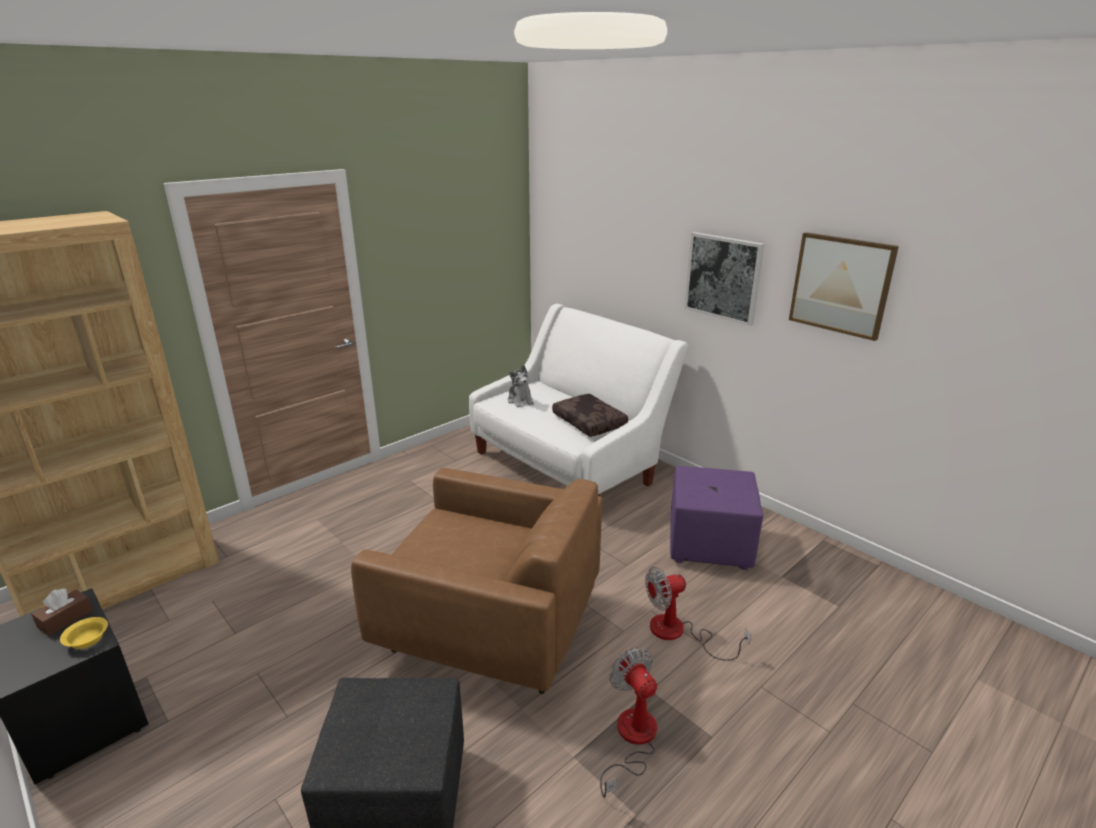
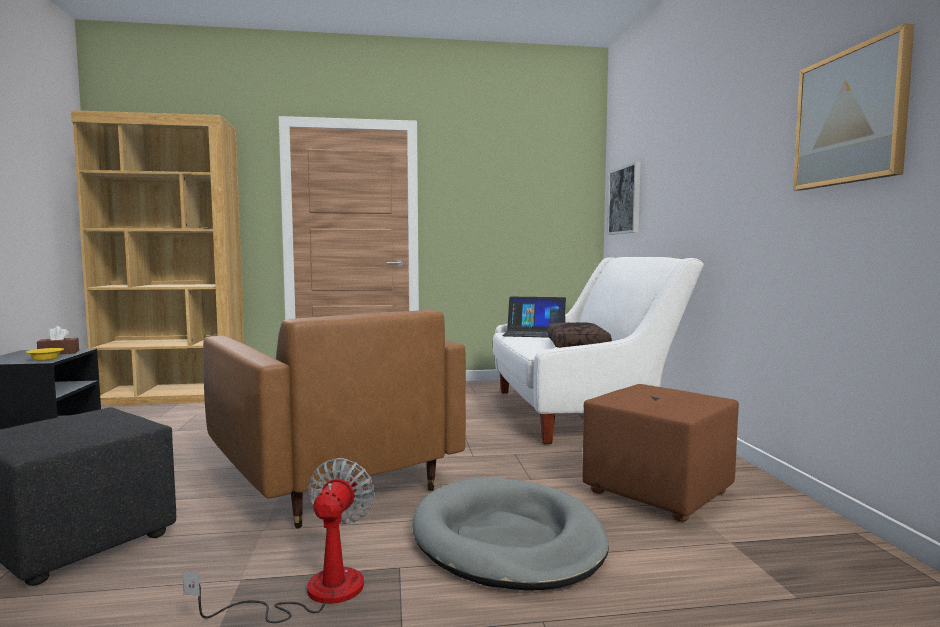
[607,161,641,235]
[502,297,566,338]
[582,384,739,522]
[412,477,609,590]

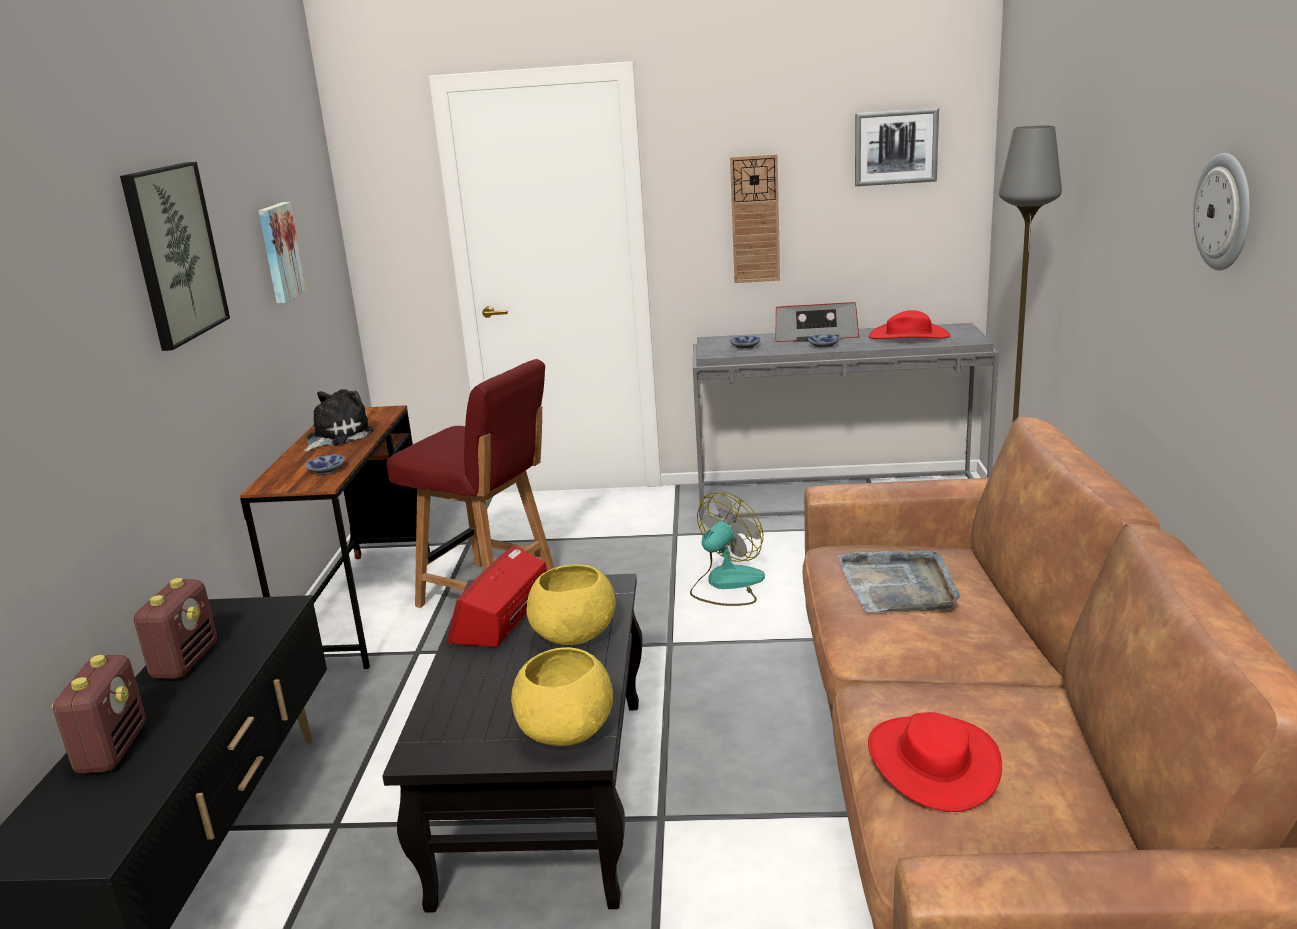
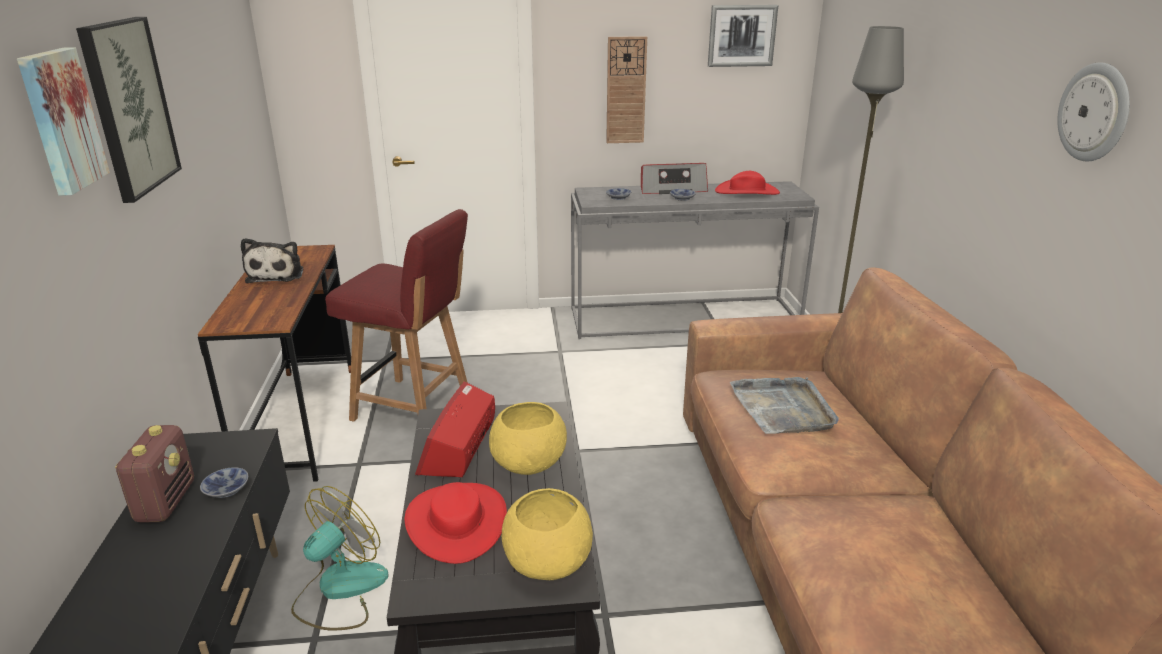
[17,48,110,196]
[241,238,303,283]
[200,467,248,498]
[291,486,389,630]
[51,654,146,774] (first image)
[404,482,507,564]

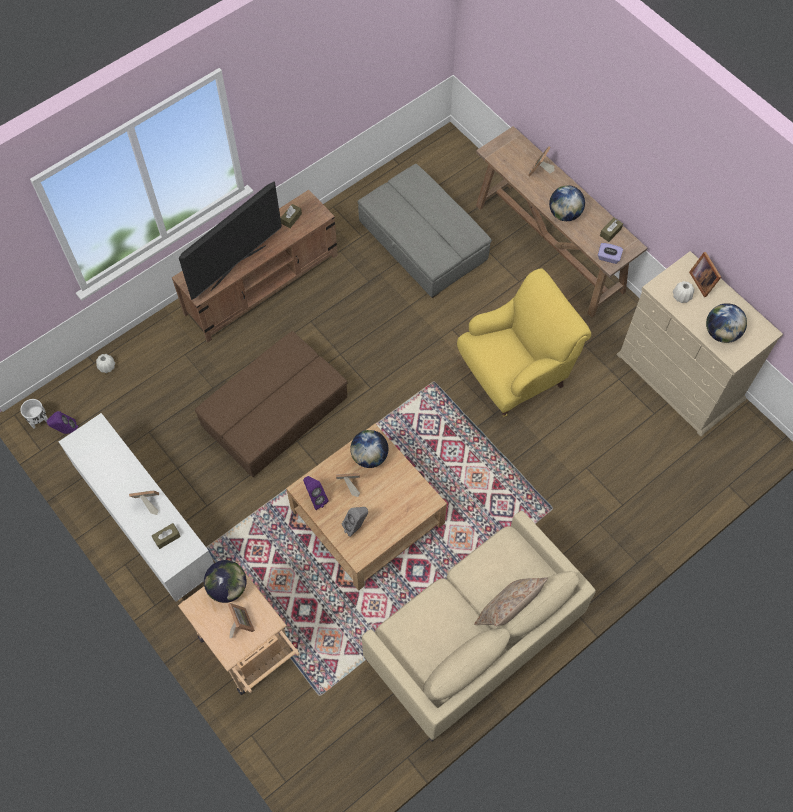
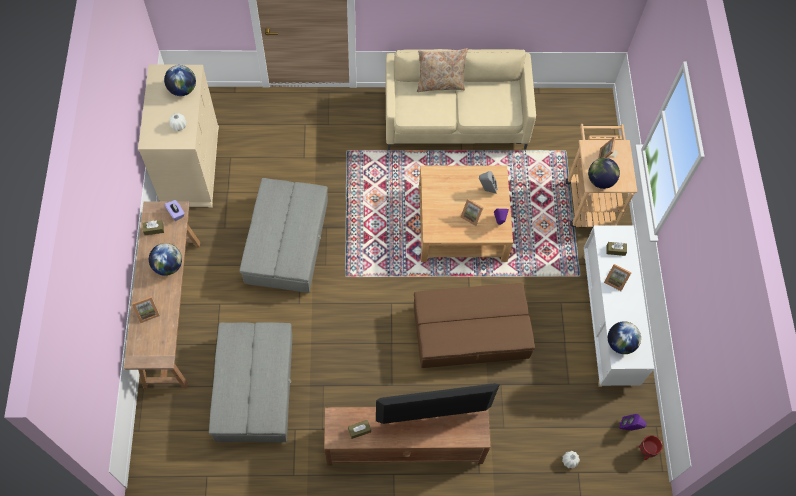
[689,252,721,297] (first image)
[240,178,328,293]
[639,435,663,460]
[608,321,641,354]

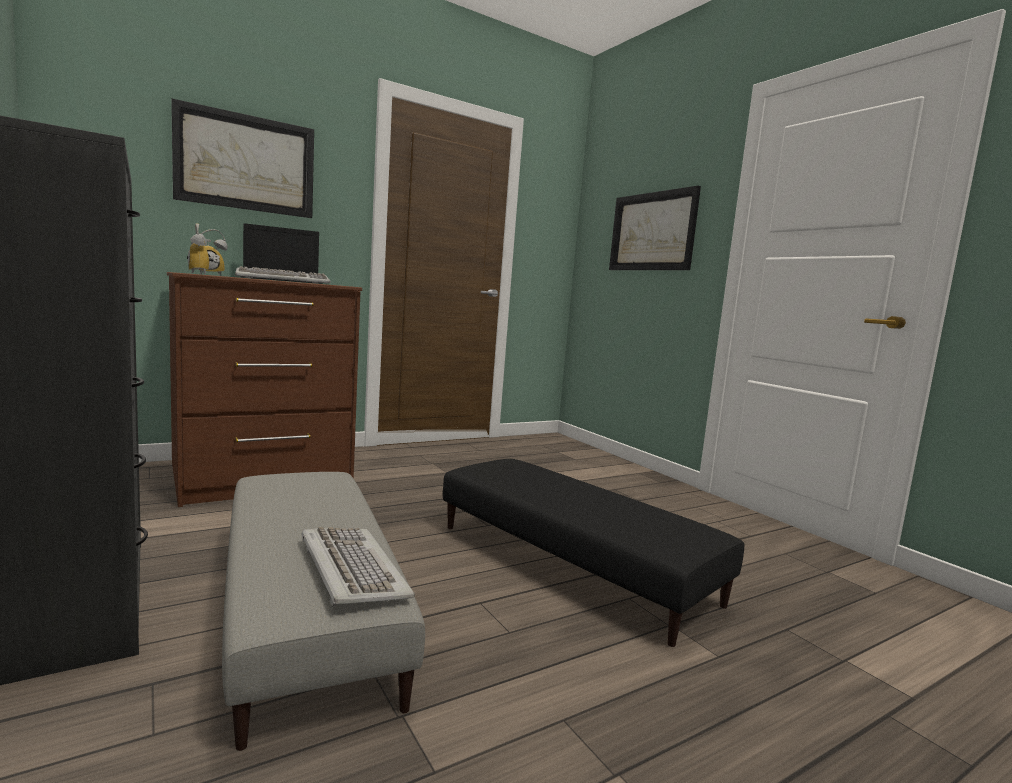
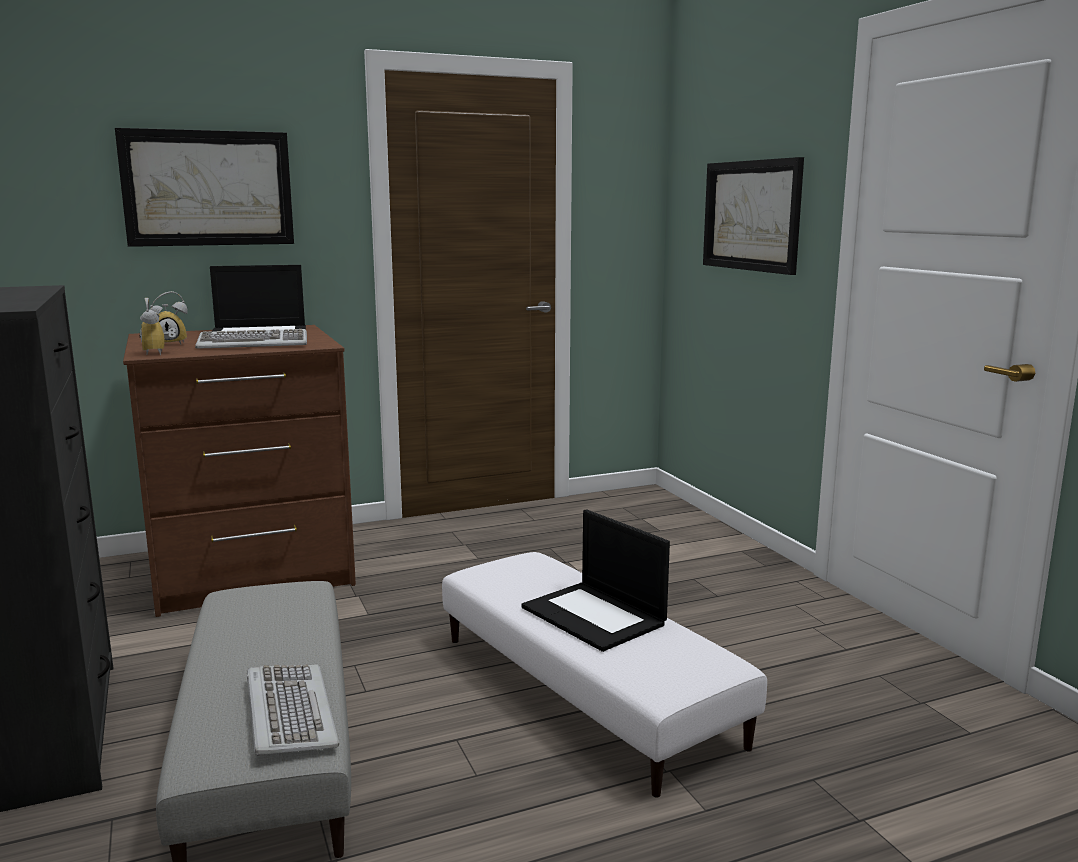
[442,552,767,798]
[522,509,670,652]

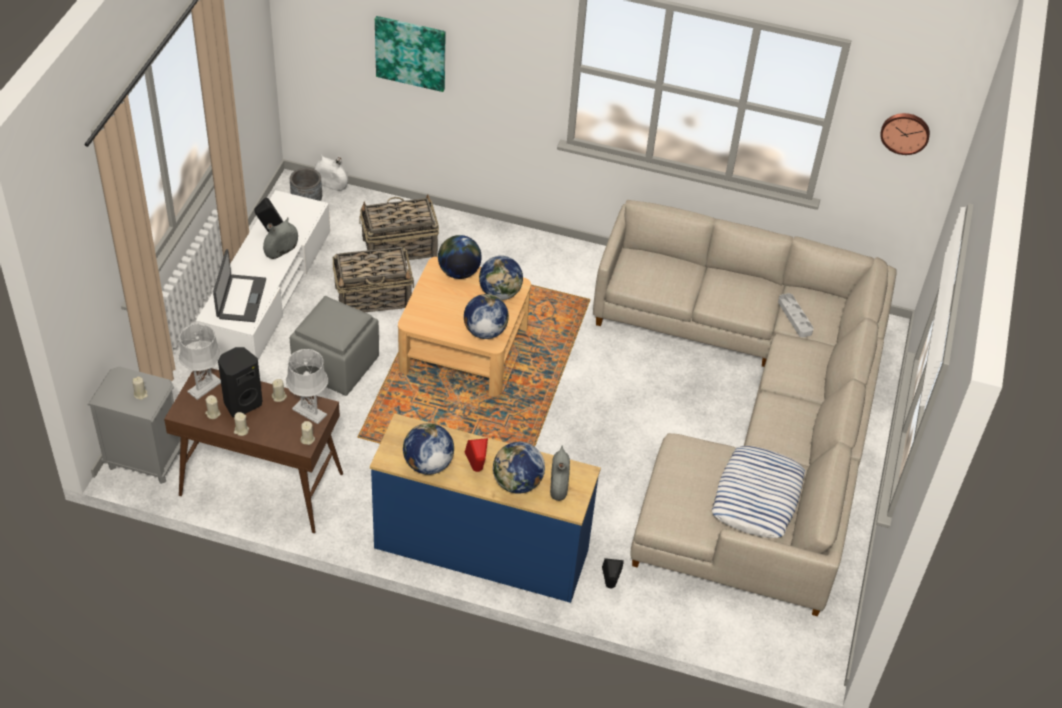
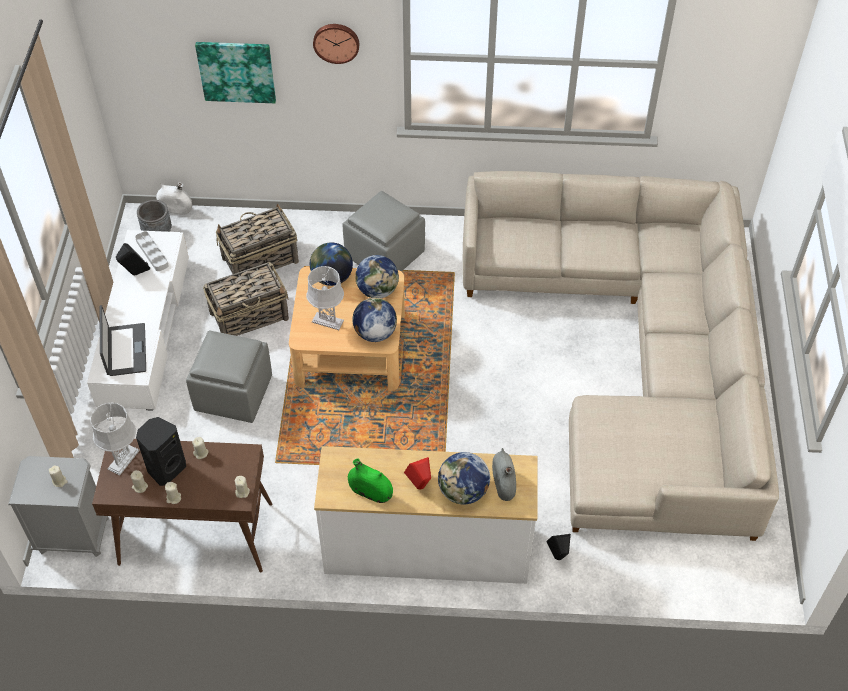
[313,24,359,64]
[263,217,298,259] (first image)
[135,231,169,271]
[306,266,344,330]
[314,446,537,584]
[348,459,393,503]
[712,446,805,538] (first image)
[342,191,425,272]

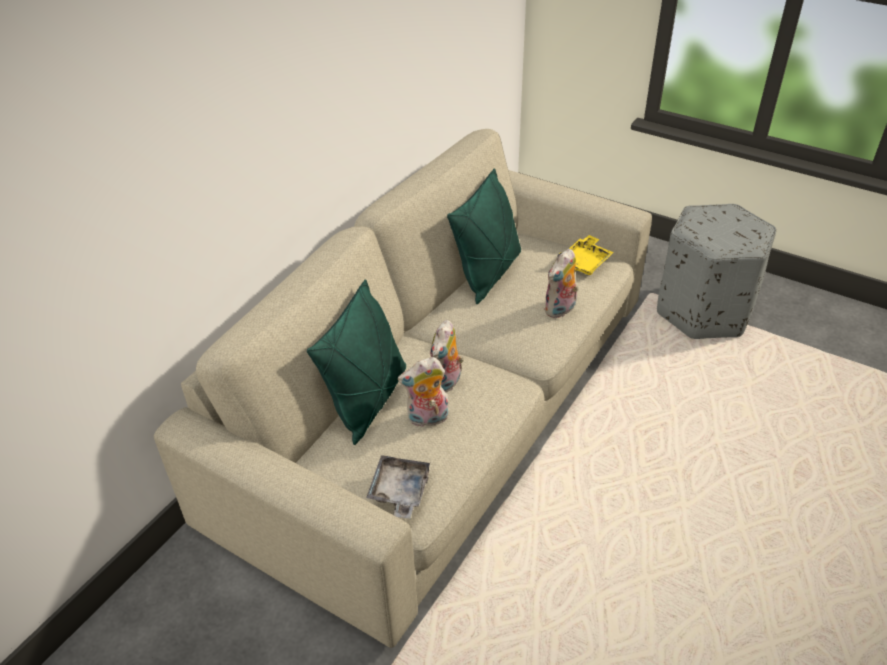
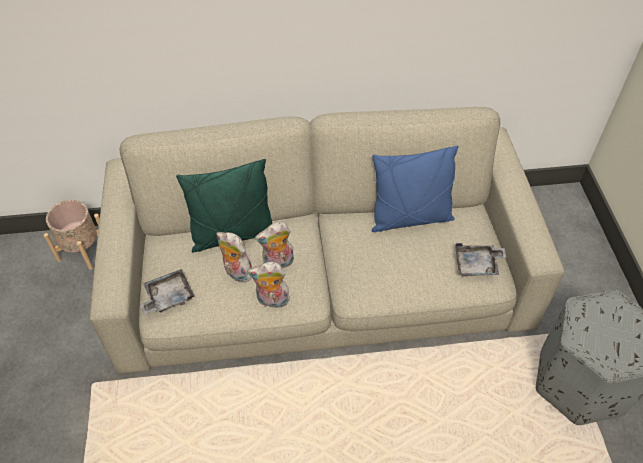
[372,146,459,232]
[455,243,506,276]
[247,262,290,308]
[44,200,100,270]

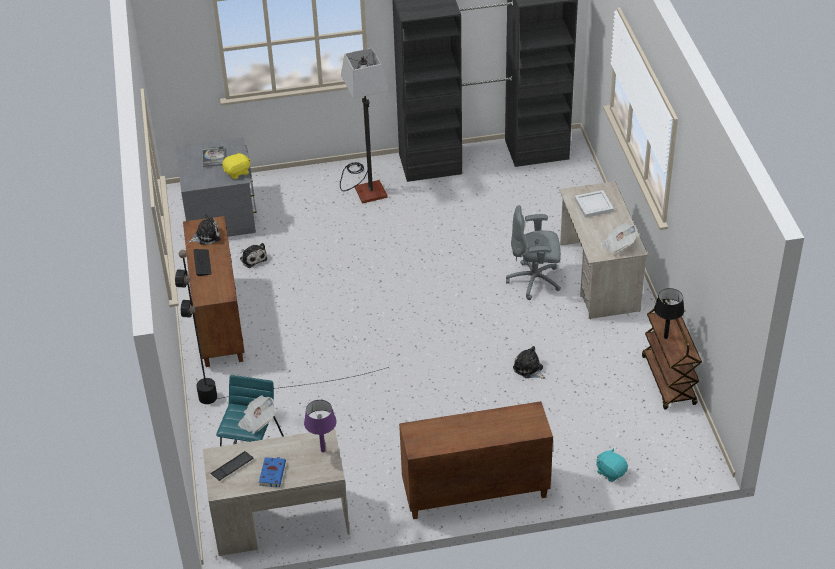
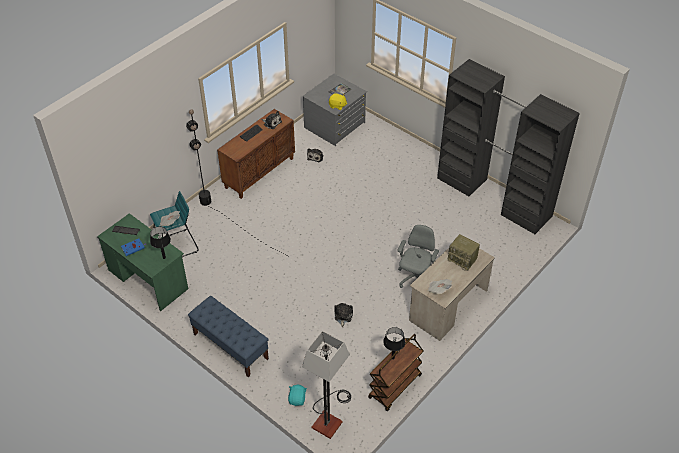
[302,331,351,439]
[448,234,480,271]
[398,225,439,288]
[150,226,171,259]
[188,296,269,378]
[97,213,188,311]

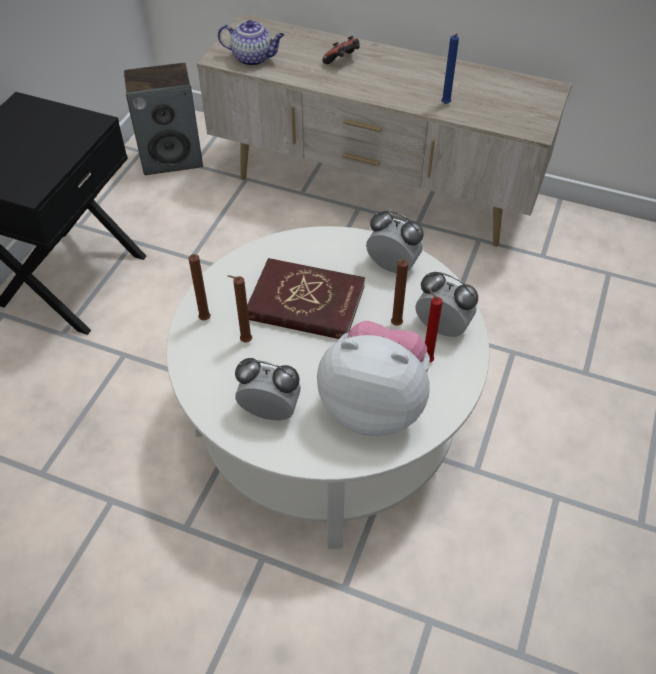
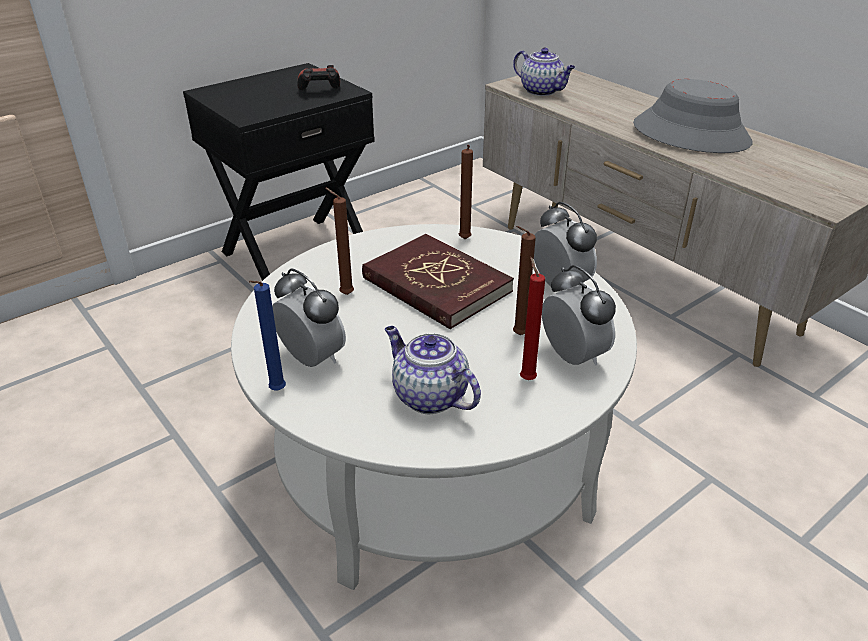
[249,280,286,391]
[297,65,340,90]
[124,63,203,175] (first image)
[459,145,473,239]
[385,326,481,414]
[633,79,752,153]

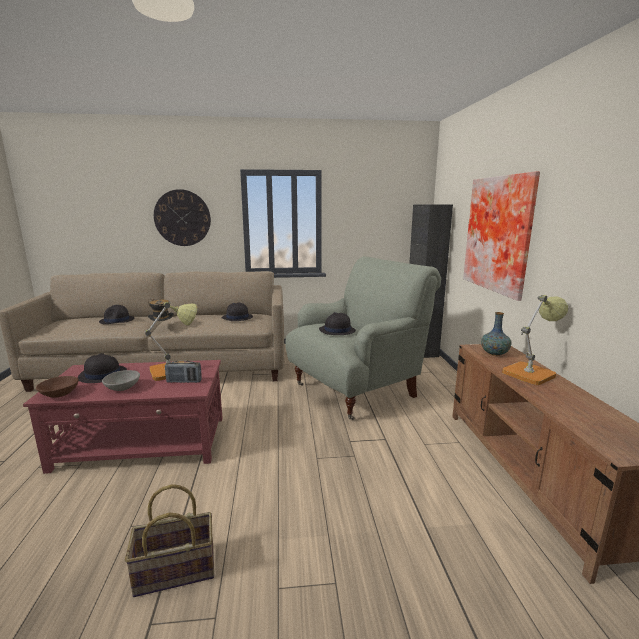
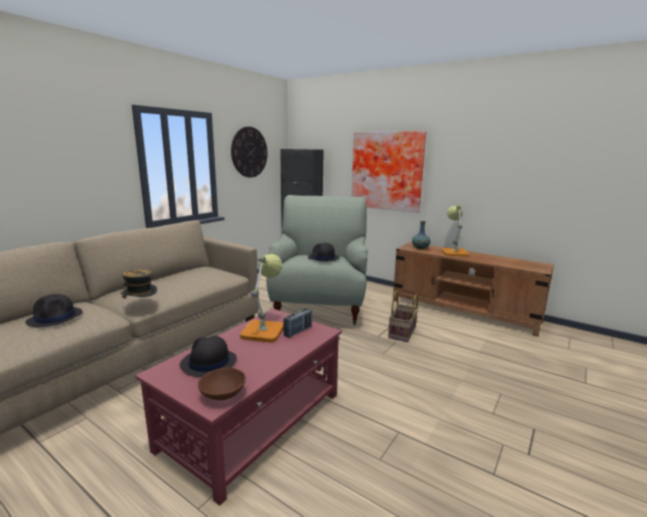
[231,127,268,178]
[222,303,253,321] (first image)
[102,370,140,391] (first image)
[388,290,418,342]

